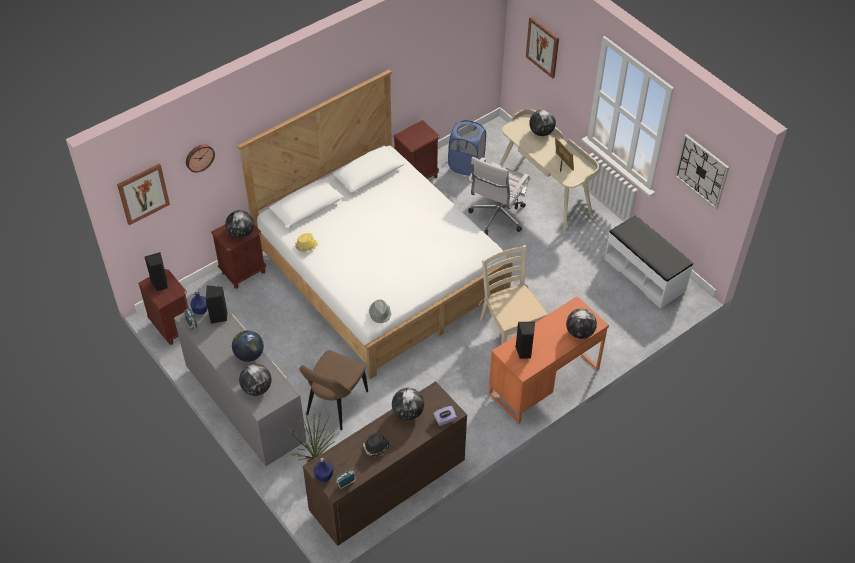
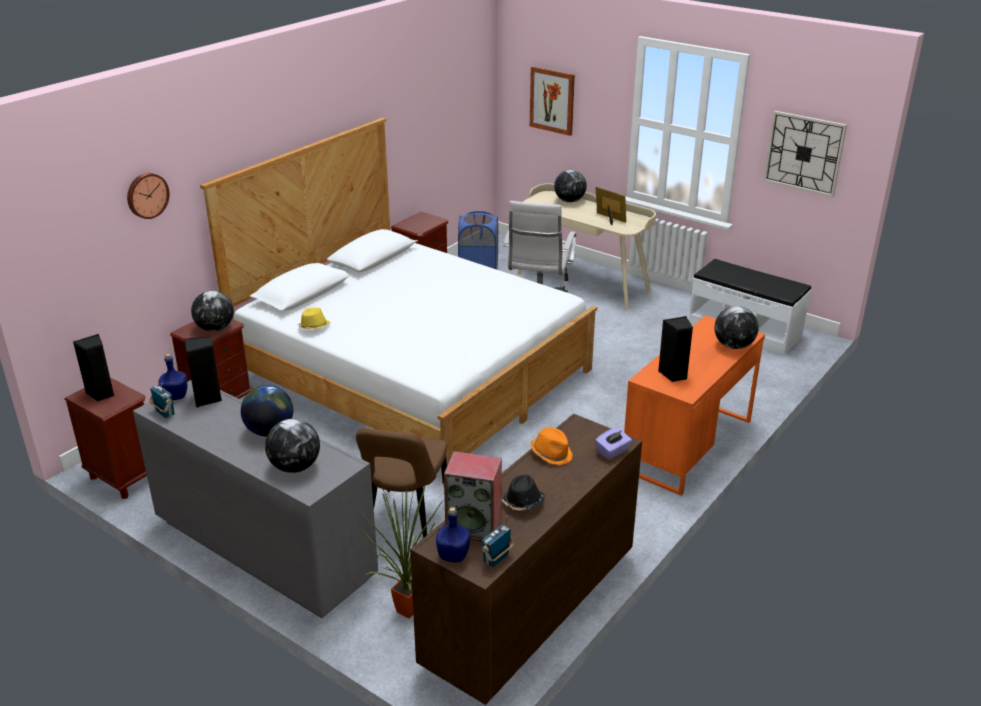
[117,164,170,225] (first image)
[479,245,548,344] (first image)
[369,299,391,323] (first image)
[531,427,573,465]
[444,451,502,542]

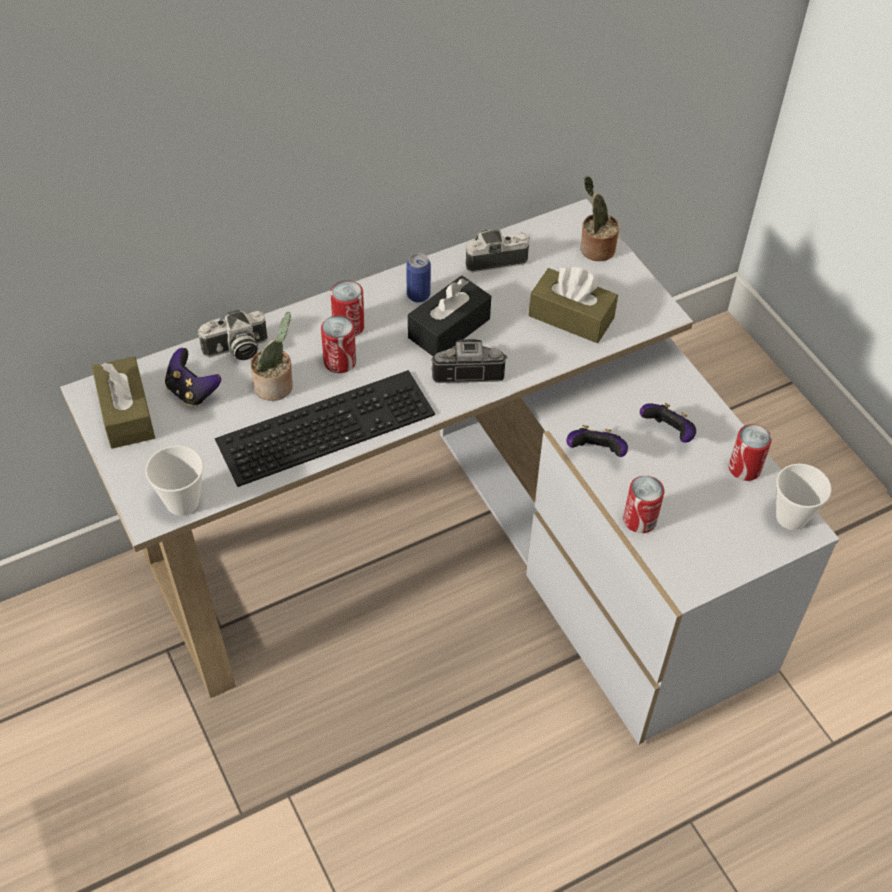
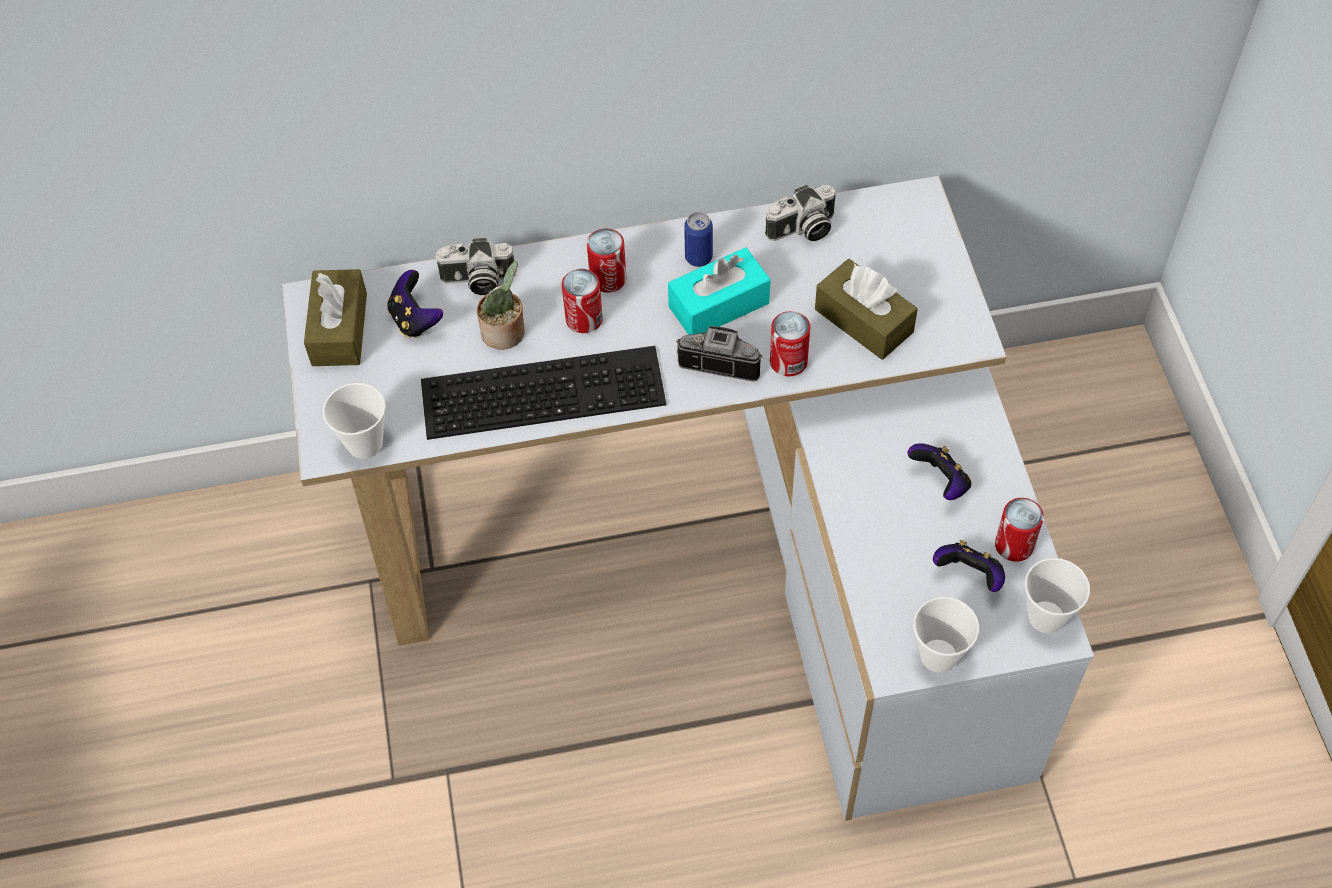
[580,176,619,261] (first image)
[765,185,835,241]
[668,247,771,335]
[933,540,1005,592]
[770,311,810,376]
[913,597,979,672]

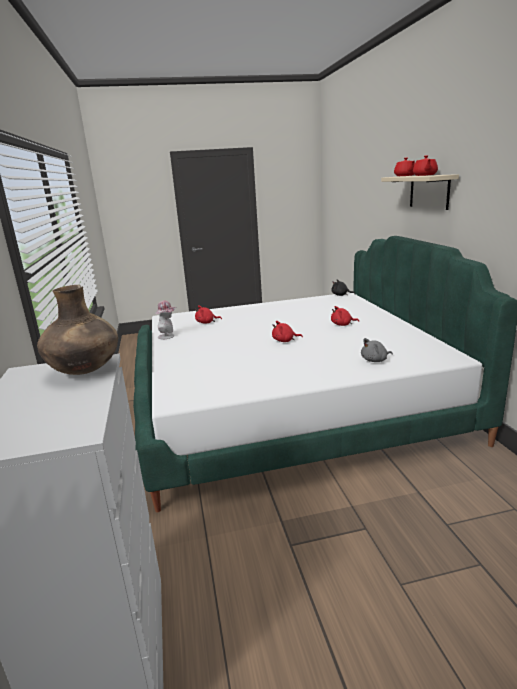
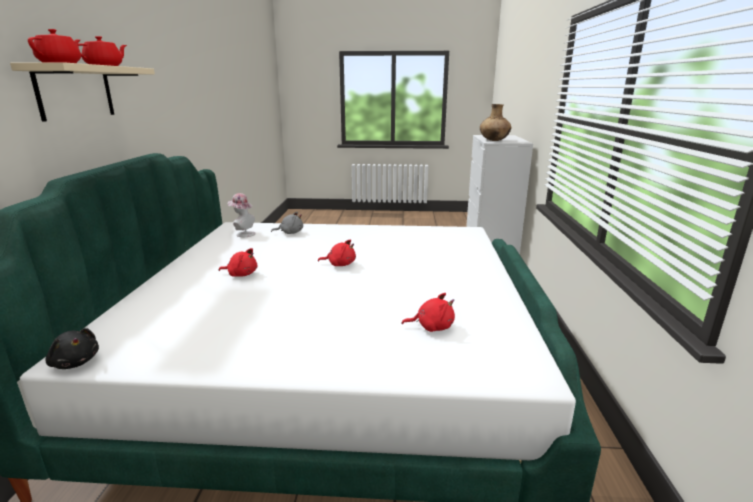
[228,193,256,237]

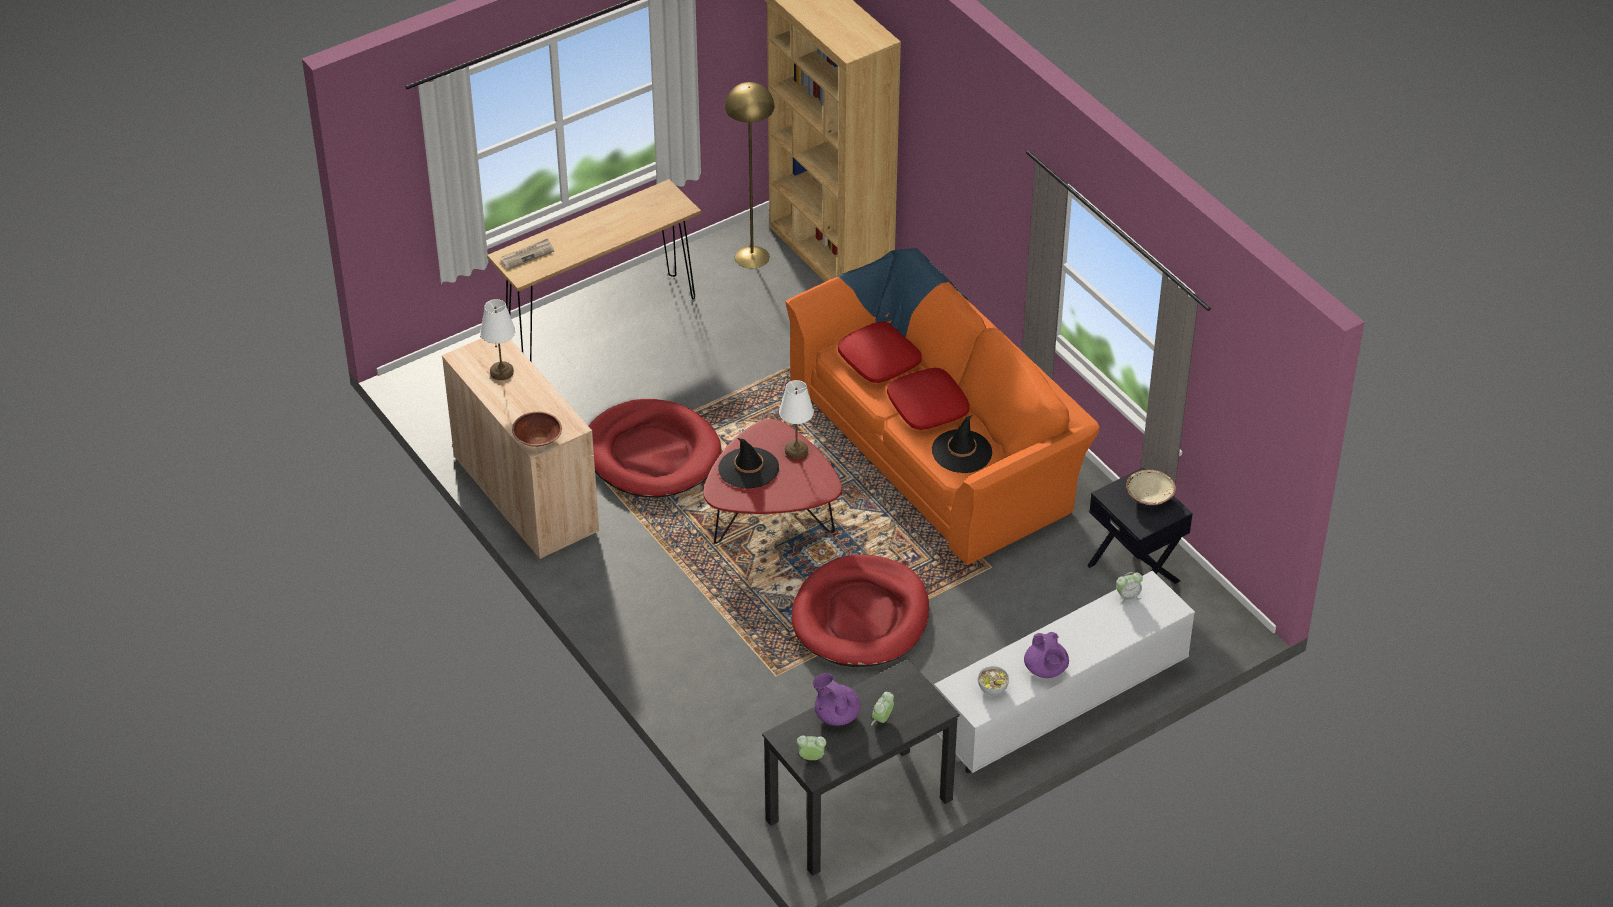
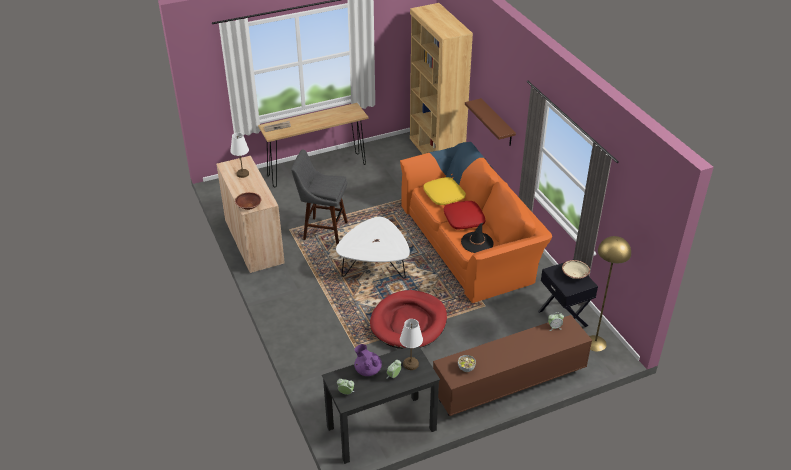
[589,236,631,352]
[423,177,466,205]
[400,319,423,370]
[291,150,348,245]
[336,217,410,279]
[718,438,779,489] (first image)
[433,315,592,416]
[1024,632,1069,678] (first image)
[465,98,516,146]

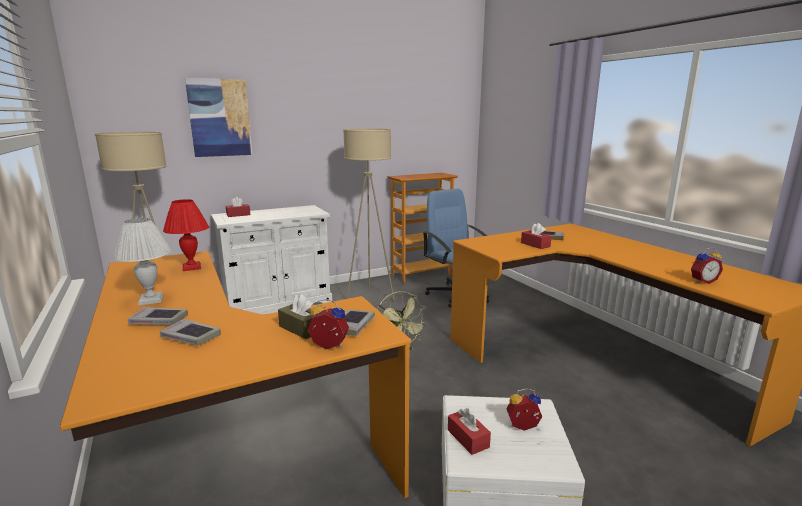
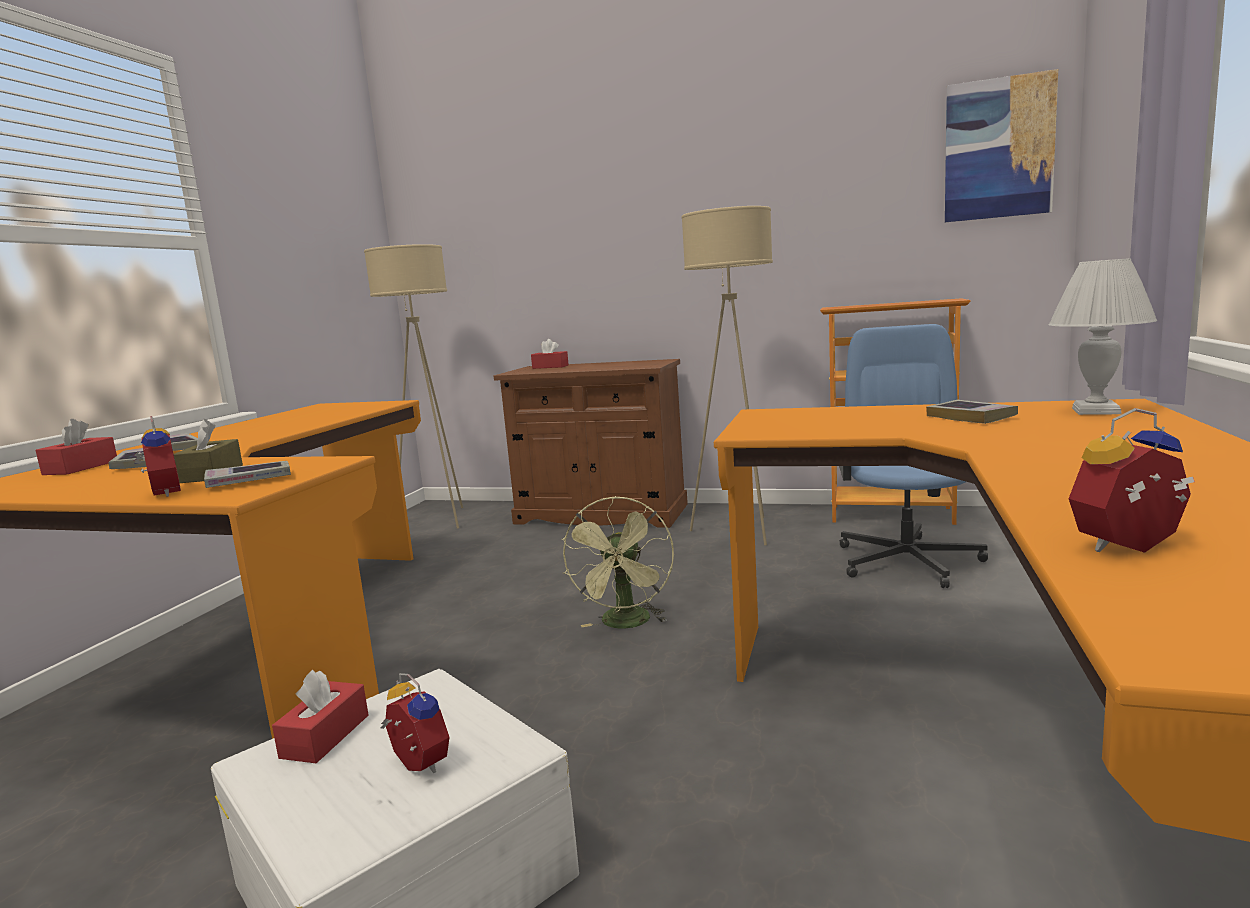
[945,69,1058,222]
[163,199,209,271] (first image)
[494,359,688,528]
[1049,258,1157,415]
[35,419,117,475]
[1069,408,1195,553]

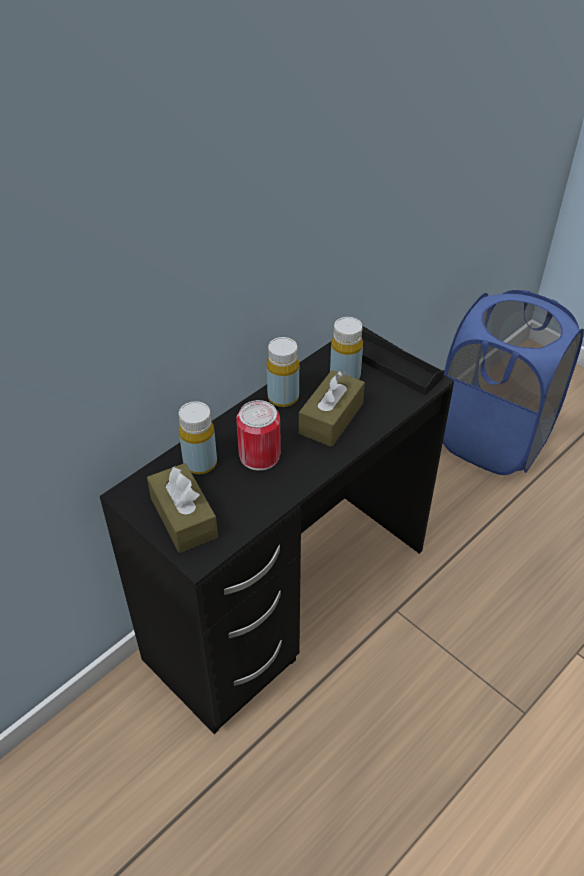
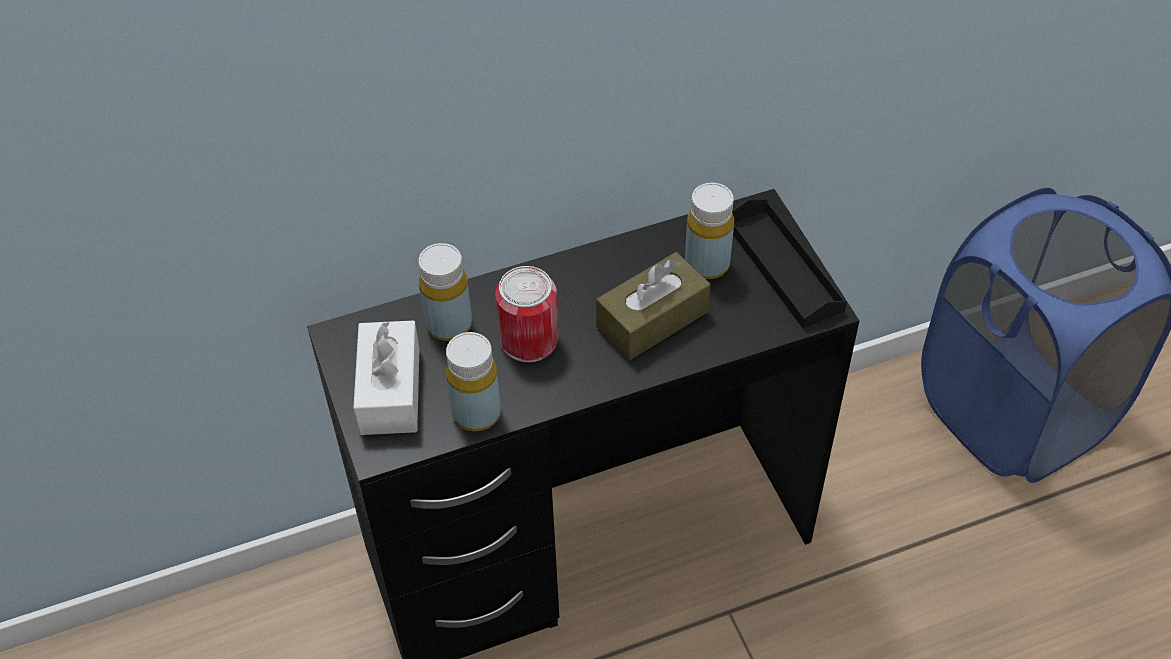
[446,332,501,431]
[353,320,420,435]

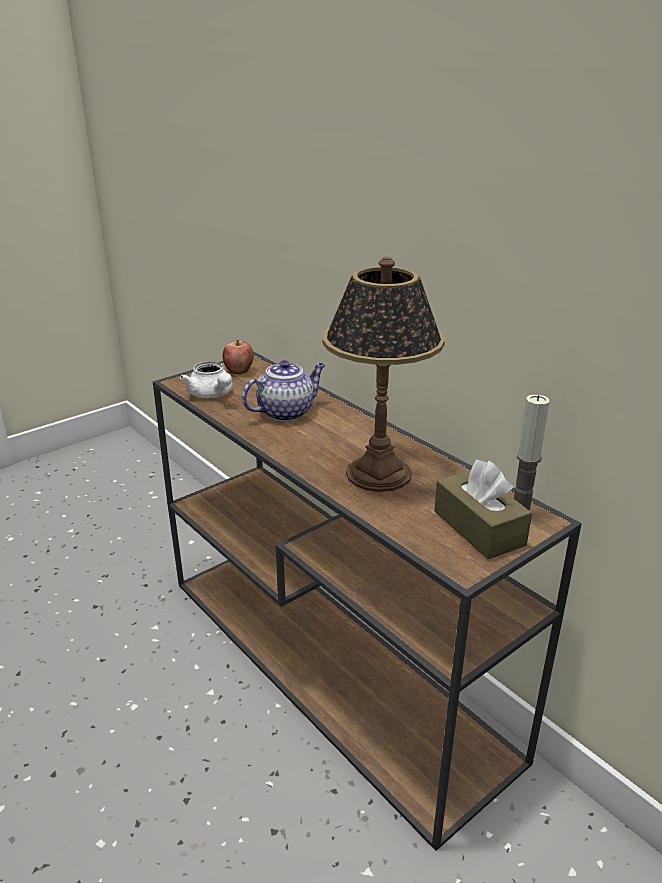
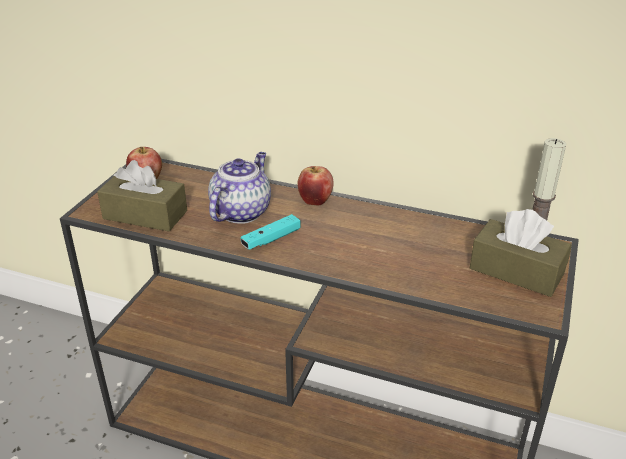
[322,257,445,492] (first image)
[97,160,187,231]
[297,166,334,206]
[241,214,301,249]

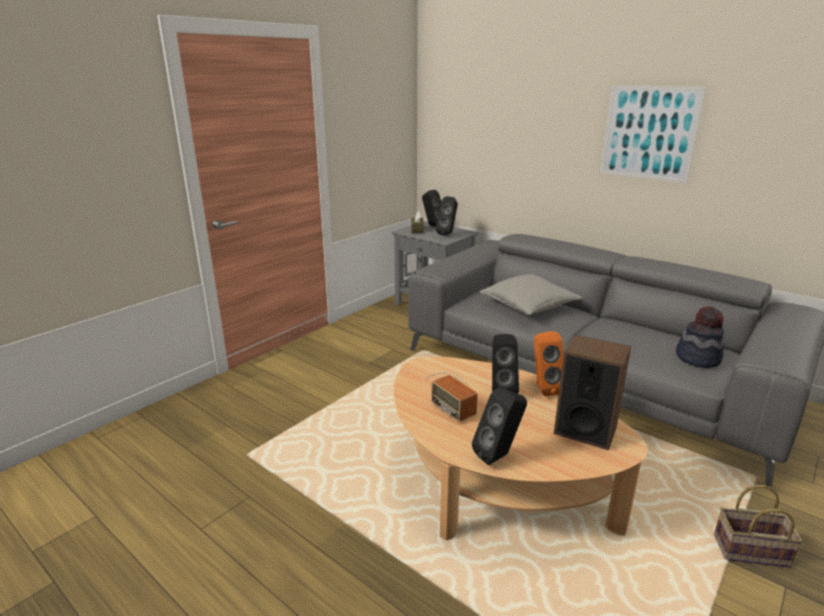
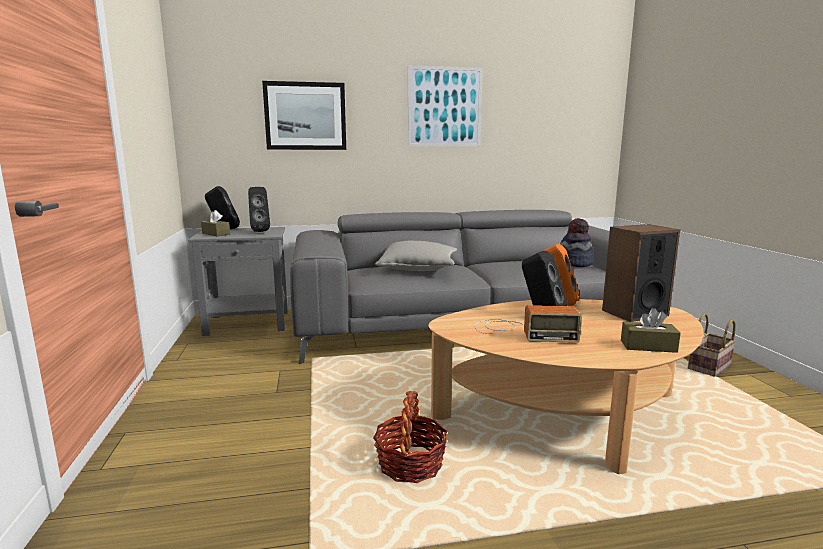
[621,308,681,353]
[262,81,346,150]
[373,391,448,483]

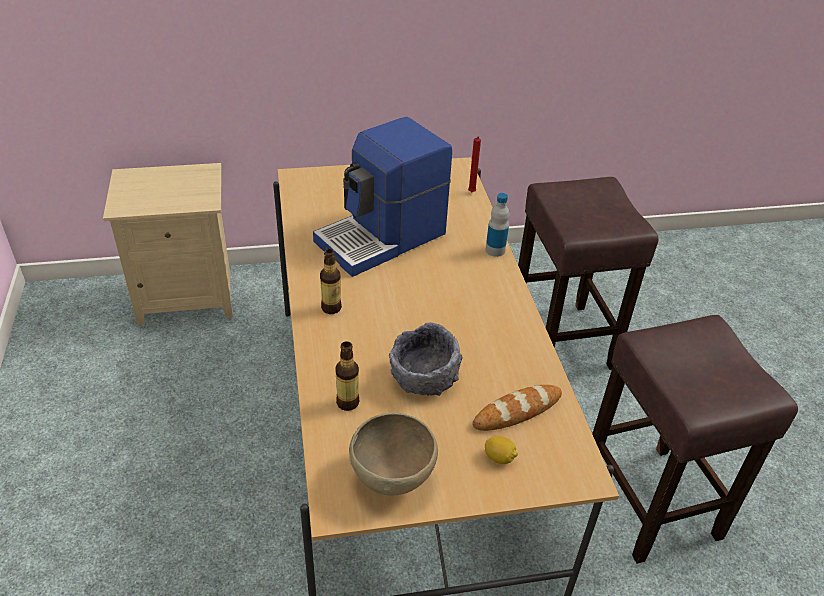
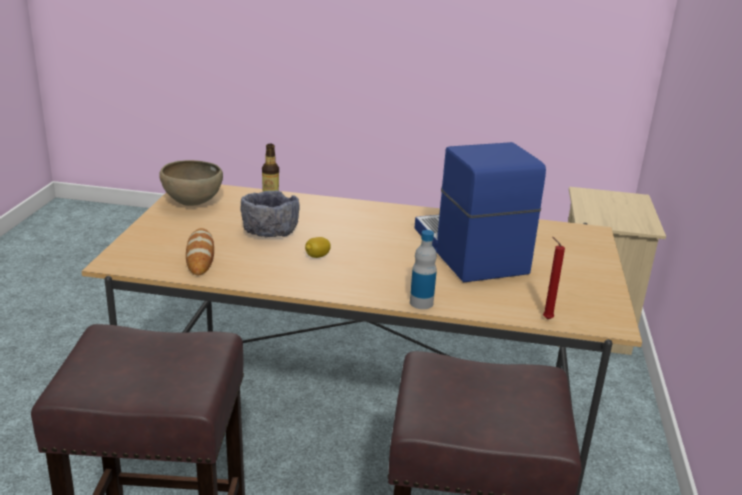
[320,249,342,314] (first image)
[305,237,331,258]

